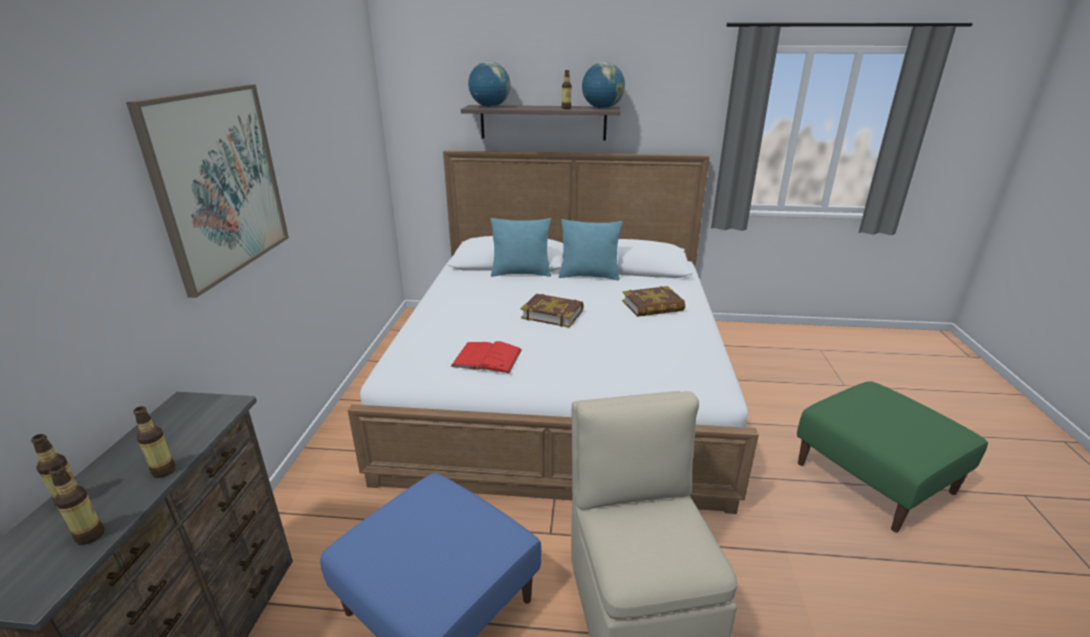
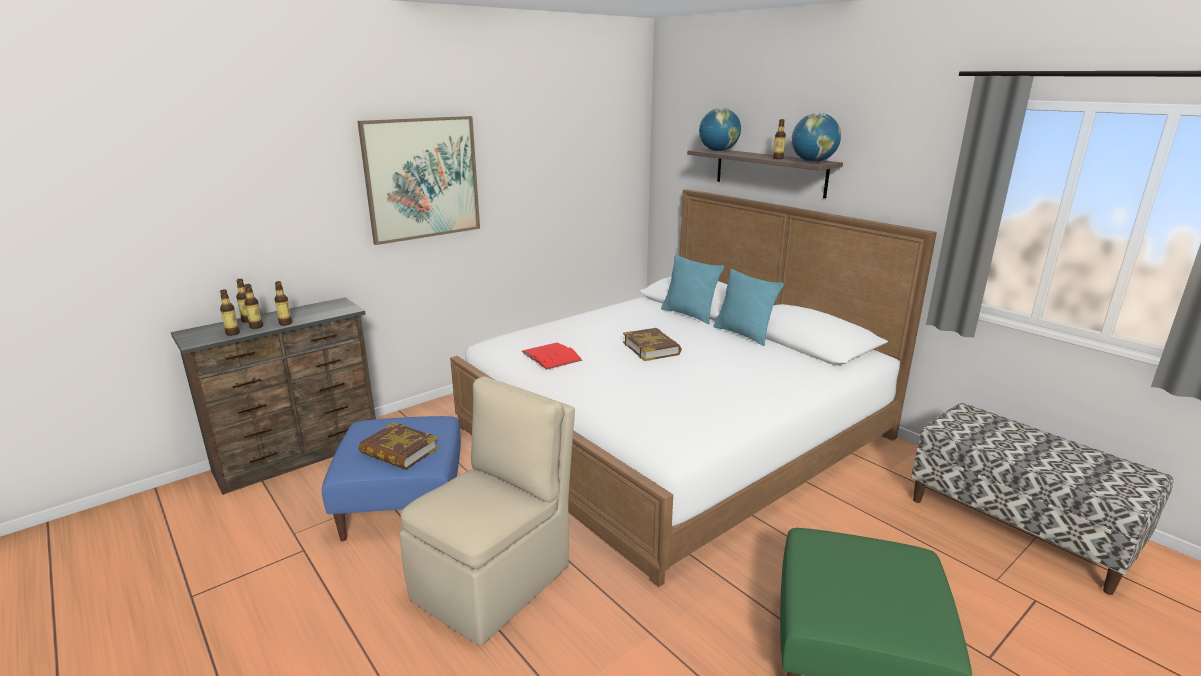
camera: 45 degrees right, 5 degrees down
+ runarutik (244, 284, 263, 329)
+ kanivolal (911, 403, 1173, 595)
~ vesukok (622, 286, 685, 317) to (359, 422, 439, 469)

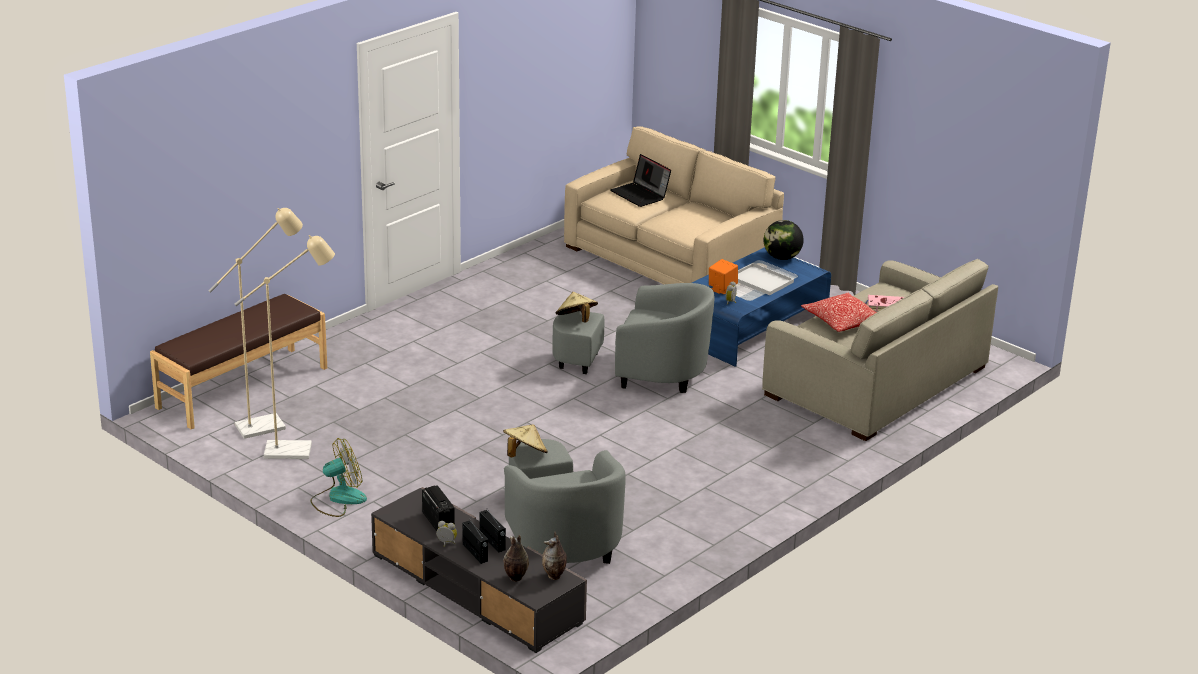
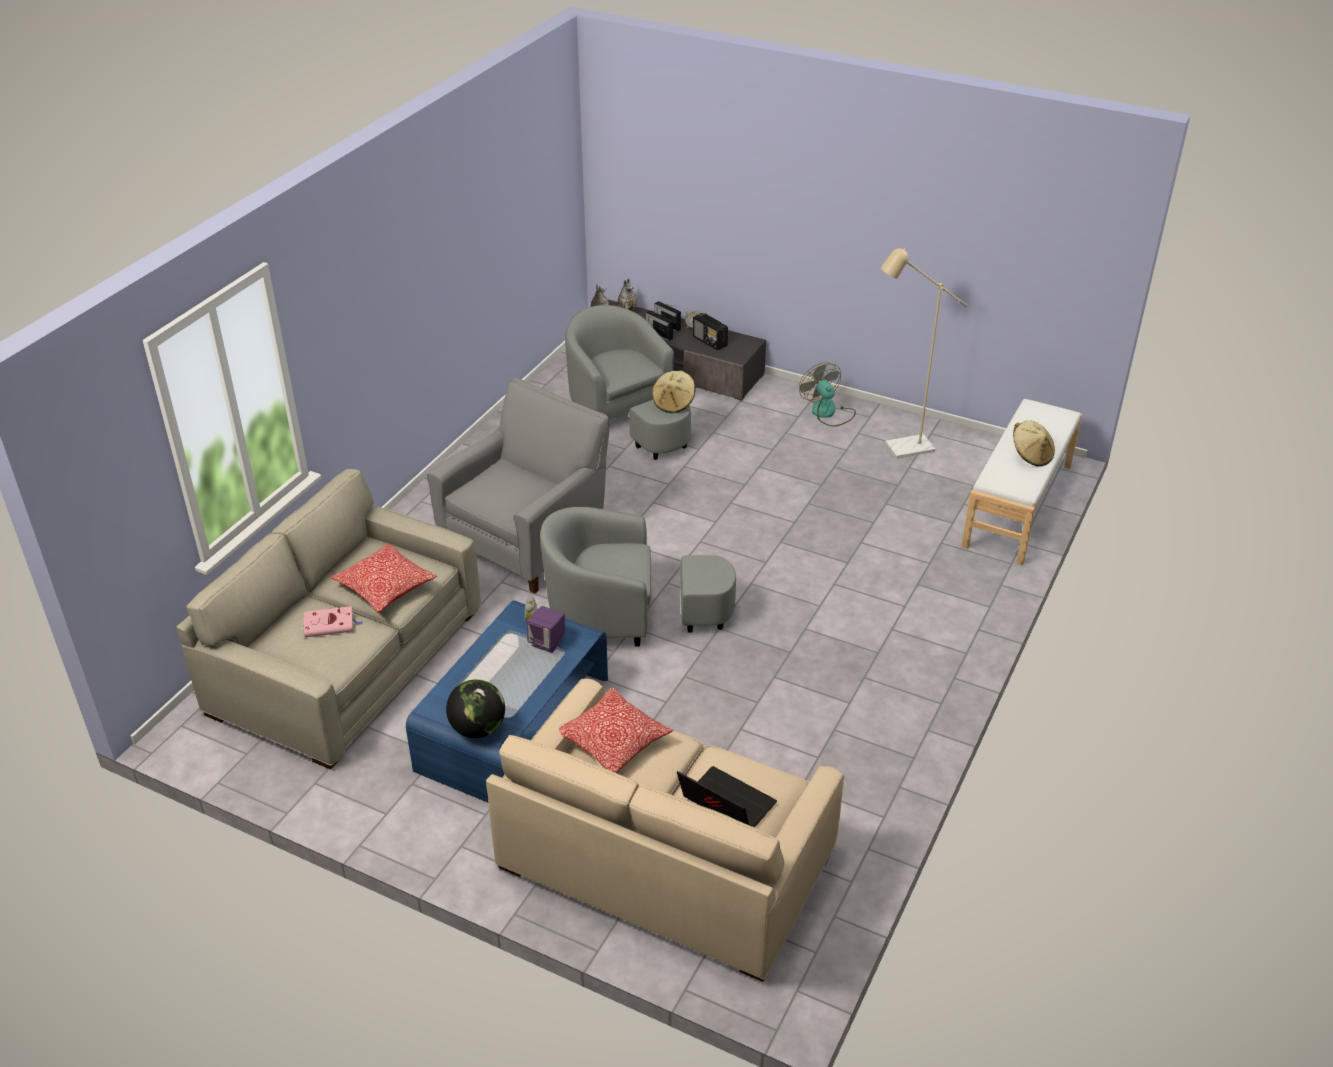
camera: 165 degrees right, 10 degrees up
- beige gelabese (208, 208, 303, 439)
- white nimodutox (738, 263, 794, 295)
+ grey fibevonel (427, 378, 609, 594)
+ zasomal (559, 688, 673, 773)
~ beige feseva (555, 292, 598, 322) to (1013, 420, 1055, 467)
~ brown kanivolal (150, 294, 327, 429) to white kanivolal (961, 399, 1082, 565)
~ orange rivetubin (709, 259, 738, 294) to purple rivetubin (527, 606, 565, 653)
~ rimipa (310, 438, 367, 517) = (799, 362, 856, 427) 105 degrees clockwise

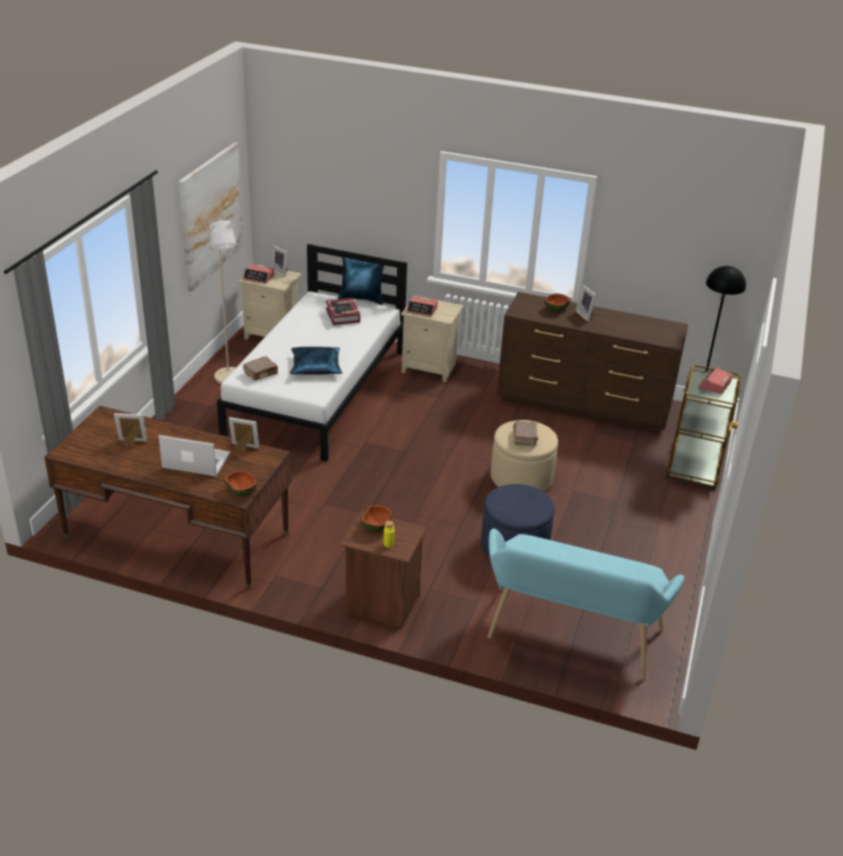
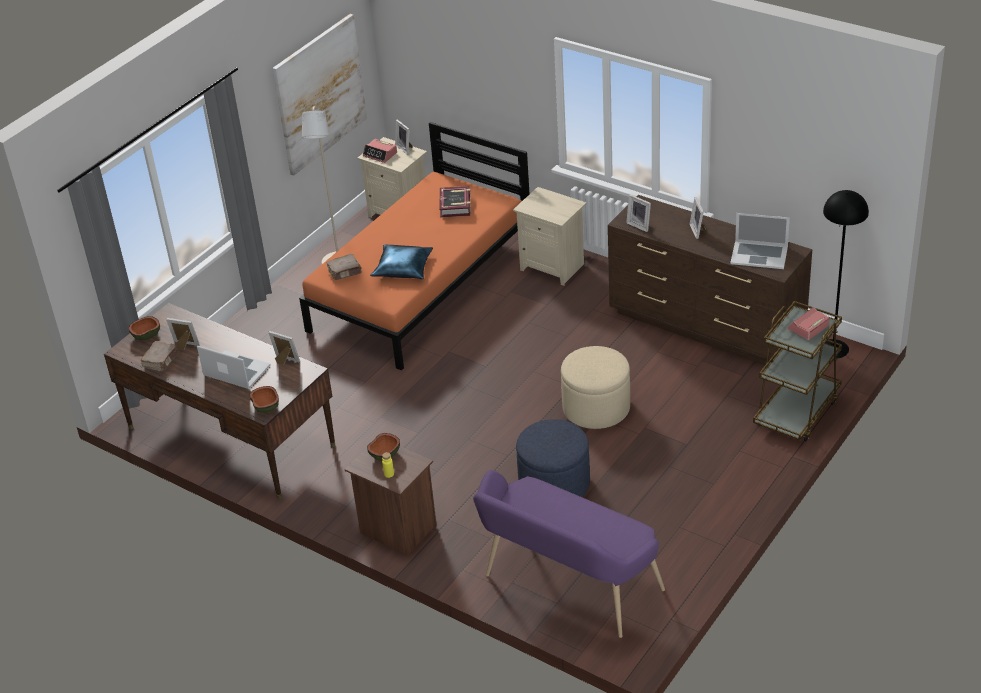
camera: 20 degrees right, 5 degrees up
- blue zasomal (338, 257, 384, 305)
- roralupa (407, 296, 438, 317)
+ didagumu (626, 194, 651, 232)
+ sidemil (730, 213, 790, 269)
~ brown vesukok (513, 421, 538, 446) to (141, 341, 178, 371)
~ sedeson (544, 293, 571, 312) to (128, 316, 160, 341)
~ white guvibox (217, 244, 407, 462) to orange guvibox (299, 122, 529, 371)
~ turquoise kanivolal (488, 529, 685, 680) to purple kanivolal (473, 470, 665, 638)

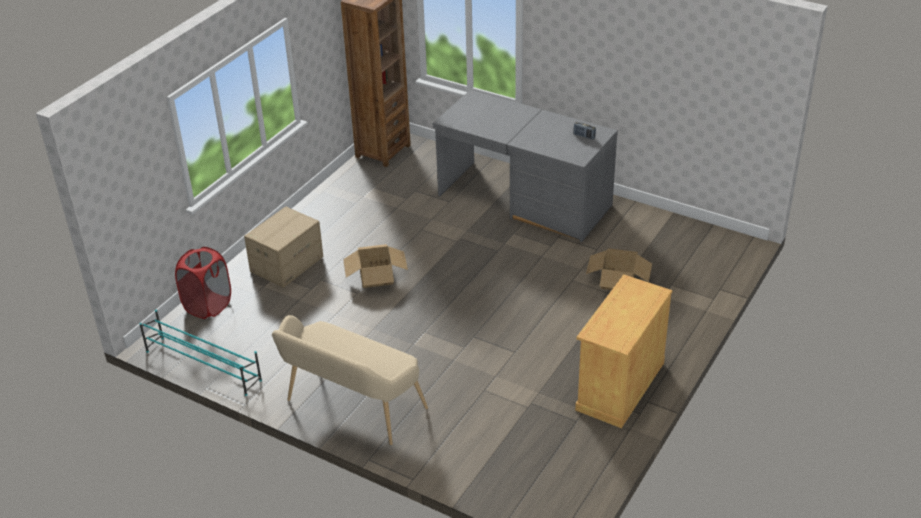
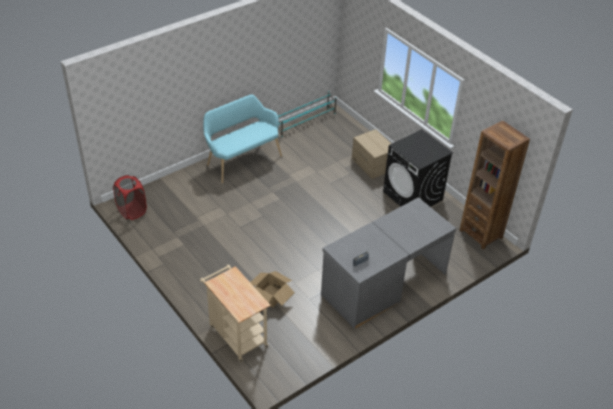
camera: 110 degrees right, 5 degrees up
- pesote (343, 244, 408, 288)
- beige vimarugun (575, 275, 672, 428)
+ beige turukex (200, 265, 271, 362)
+ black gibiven (383, 129, 453, 207)
~ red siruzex (175, 247, 231, 319) to (113, 175, 147, 220)
~ beige kanivolal (272, 315, 428, 445) to turquoise kanivolal (203, 95, 282, 183)

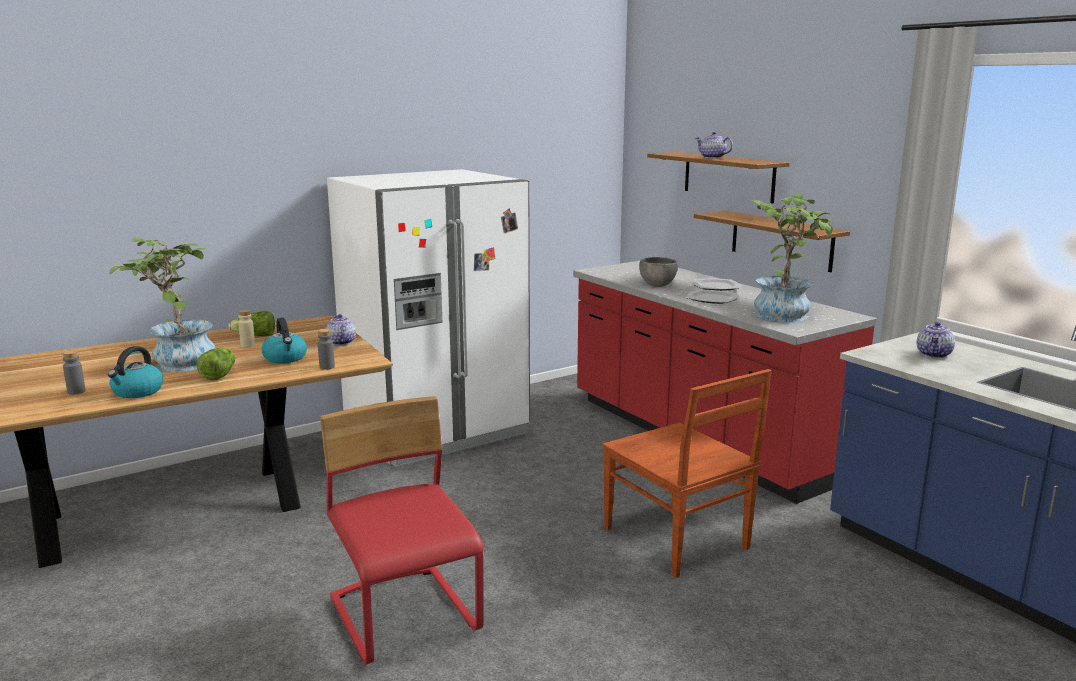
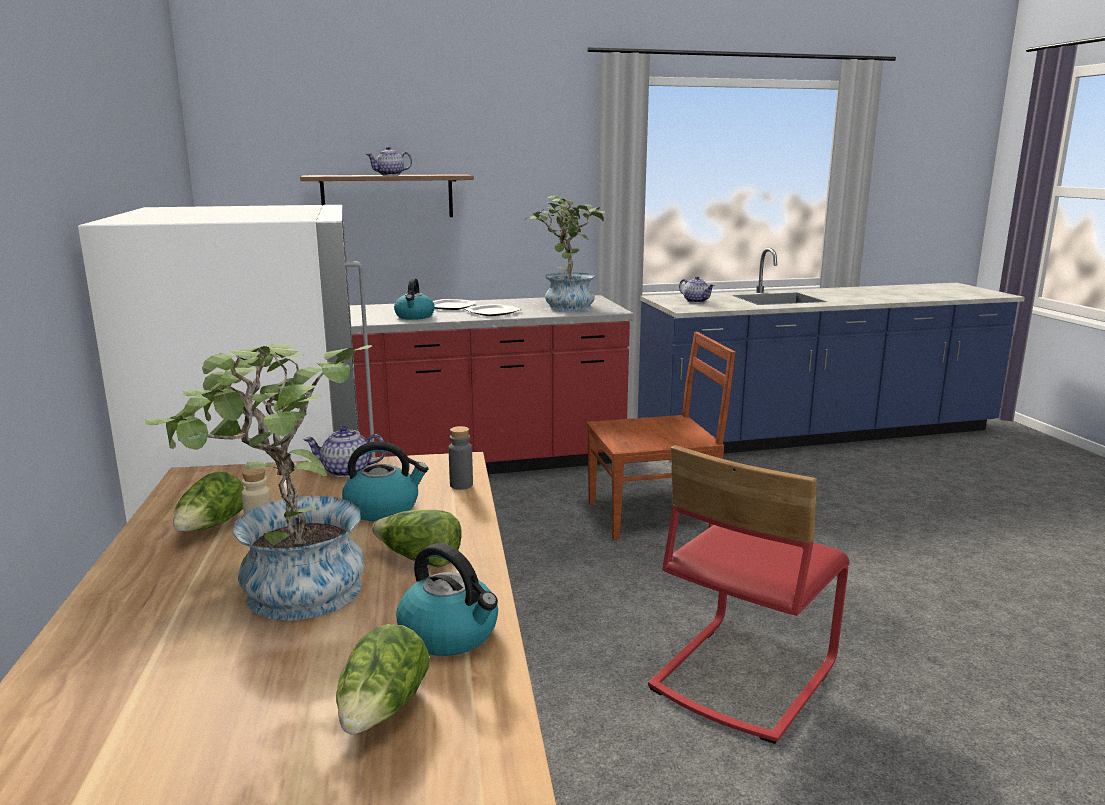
camera: 70 degrees left, 0 degrees up
- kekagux (694, 211, 850, 272)
~ grey runarutik (62, 350, 86, 395) to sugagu (336, 624, 429, 734)
~ grey sedeson (639, 257, 678, 287) to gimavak (394, 278, 435, 320)
~ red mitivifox (320, 396, 484, 665) = (648, 445, 850, 744) 45 degrees counterclockwise

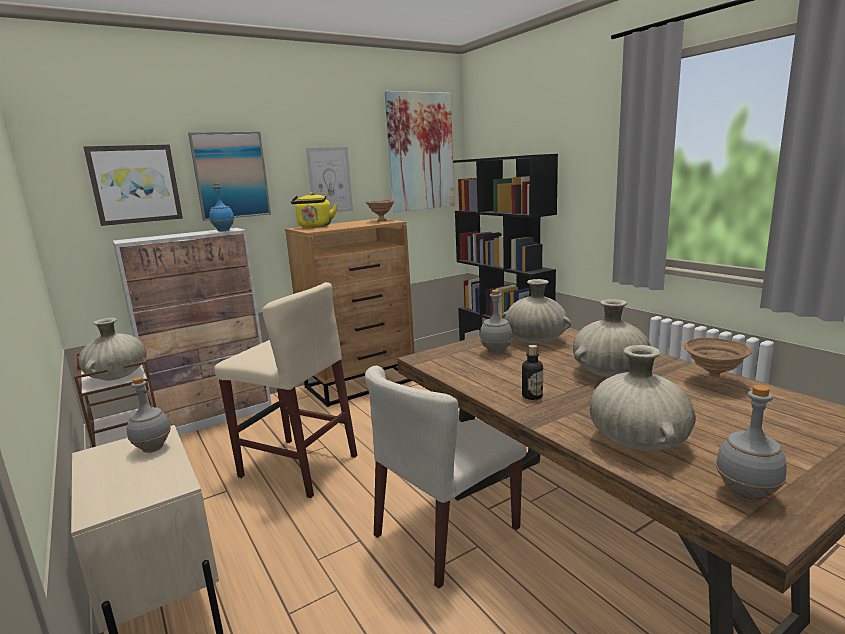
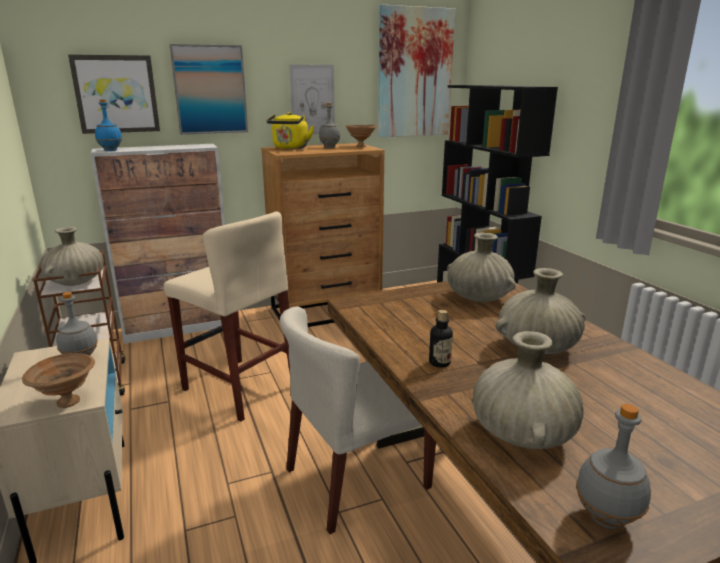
camera: 10 degrees right, 5 degrees up
~ blue runarutik (209, 183, 234, 231) to (95, 99, 122, 151)
~ grey runarutik (480, 290, 513, 355) to (319, 103, 340, 148)
~ brown sedeson (684, 338, 752, 386) to (22, 353, 95, 408)

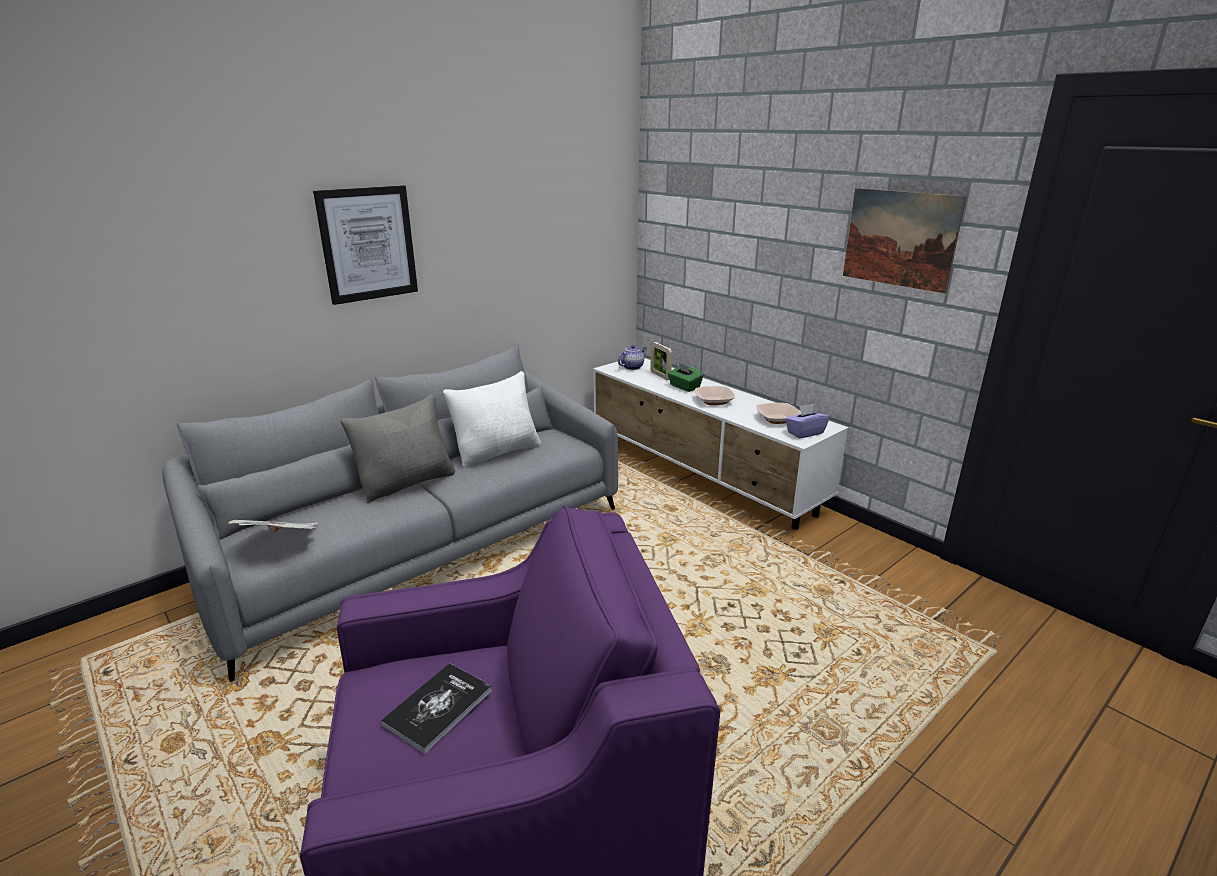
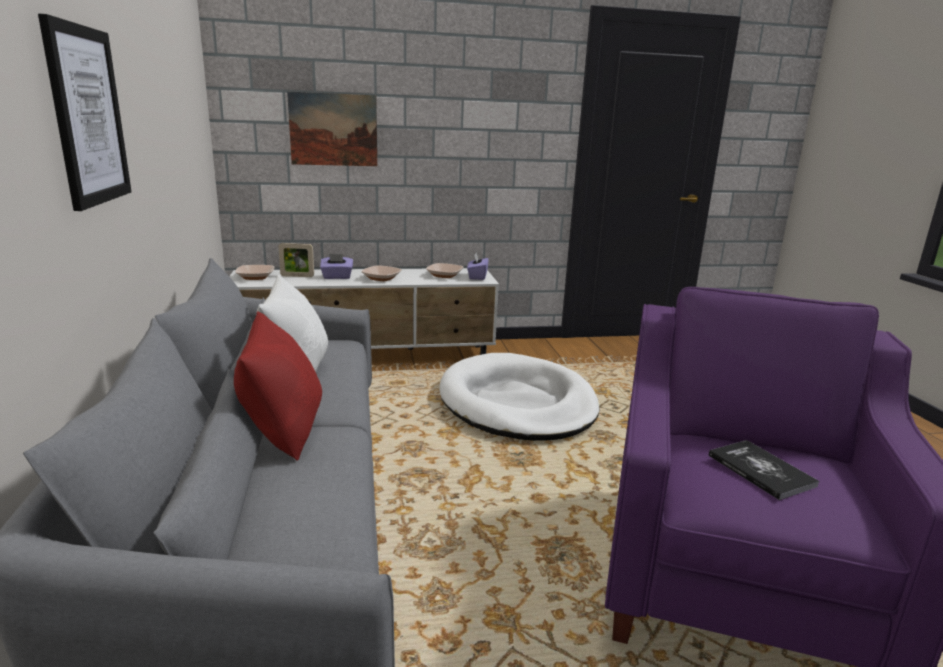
camera: 60 degrees left, 5 degrees down
- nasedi (228, 520, 318, 532)
+ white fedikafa (439, 353, 600, 441)
~ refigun (843, 188, 966, 293) to (287, 92, 377, 166)
~ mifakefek (618, 345, 647, 370) to sedeson (235, 265, 274, 280)
~ grey zasomal (340, 394, 455, 503) to red zasomal (234, 311, 322, 461)
~ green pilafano (668, 363, 704, 392) to purple pilafano (320, 254, 353, 279)

